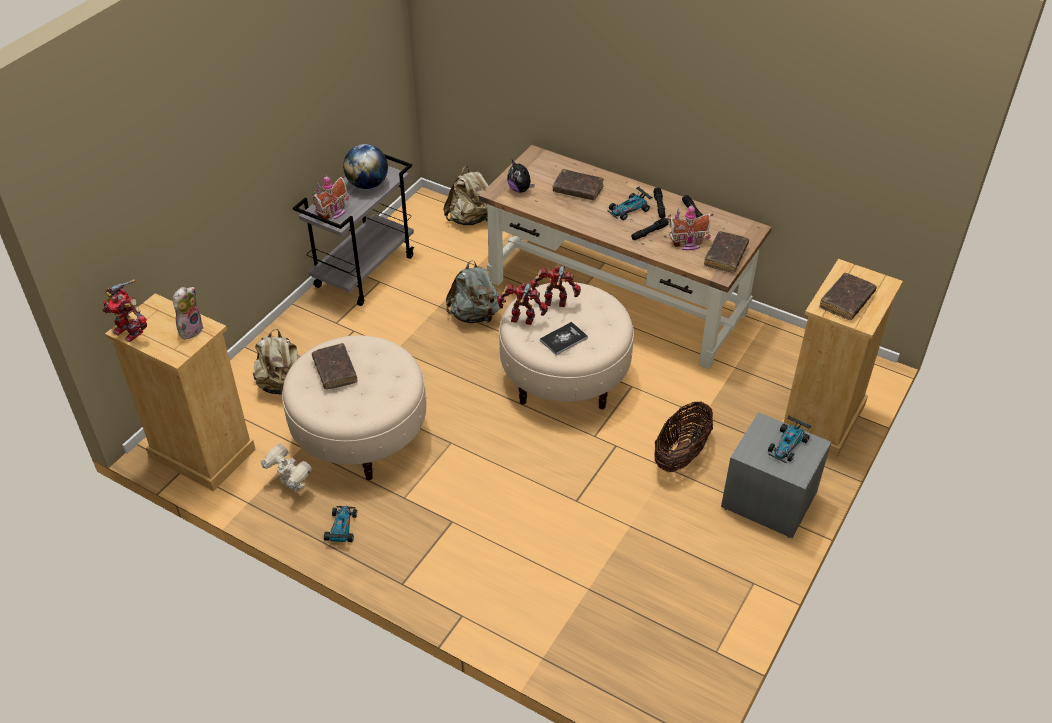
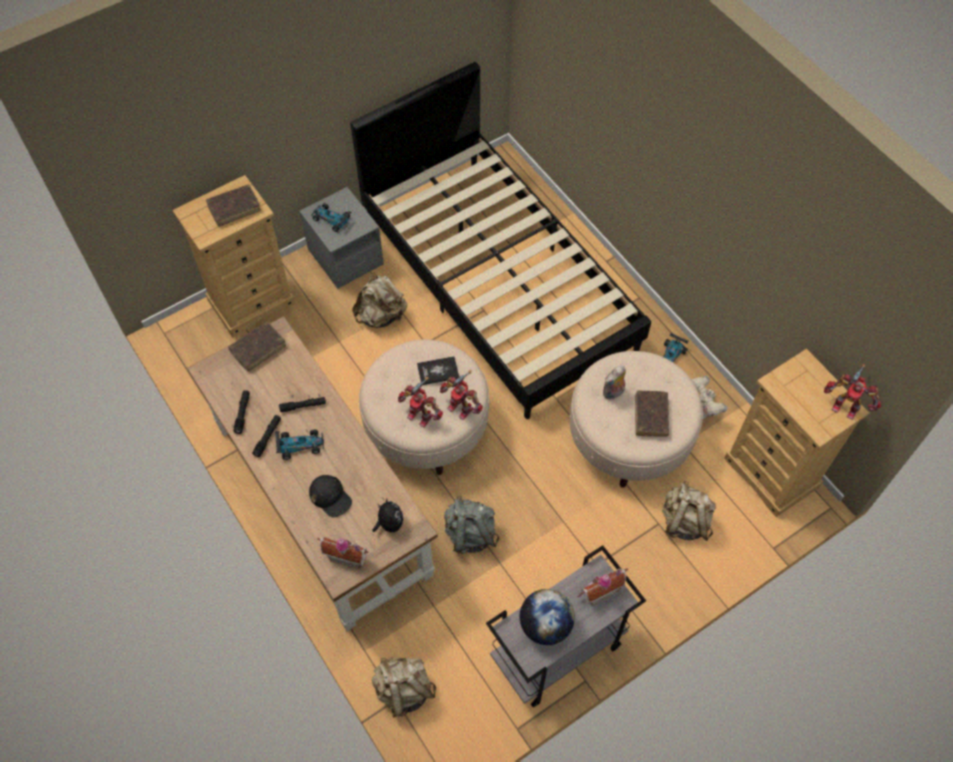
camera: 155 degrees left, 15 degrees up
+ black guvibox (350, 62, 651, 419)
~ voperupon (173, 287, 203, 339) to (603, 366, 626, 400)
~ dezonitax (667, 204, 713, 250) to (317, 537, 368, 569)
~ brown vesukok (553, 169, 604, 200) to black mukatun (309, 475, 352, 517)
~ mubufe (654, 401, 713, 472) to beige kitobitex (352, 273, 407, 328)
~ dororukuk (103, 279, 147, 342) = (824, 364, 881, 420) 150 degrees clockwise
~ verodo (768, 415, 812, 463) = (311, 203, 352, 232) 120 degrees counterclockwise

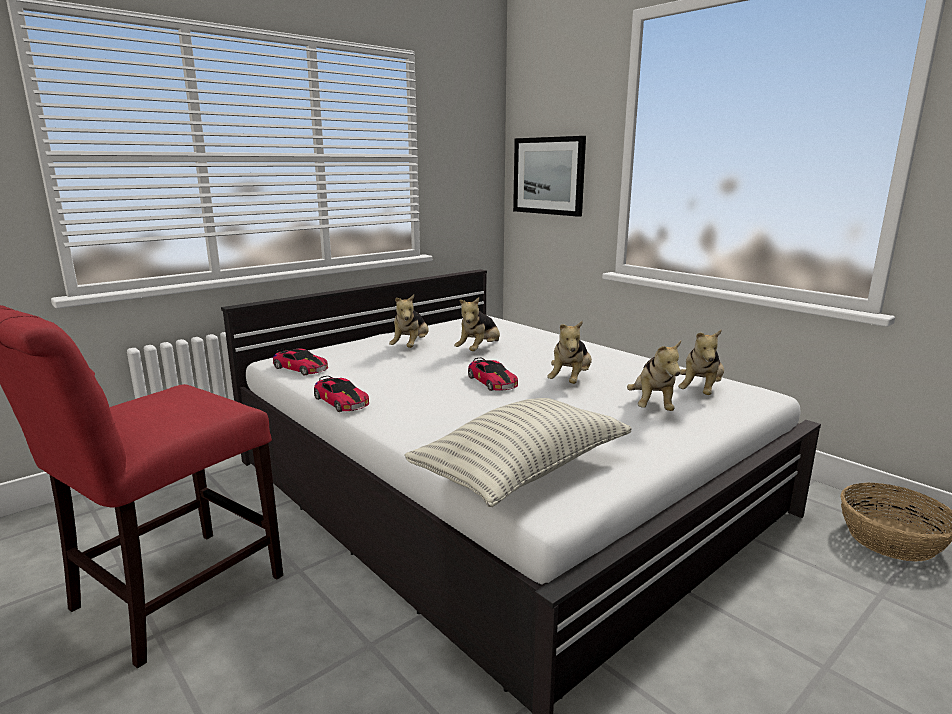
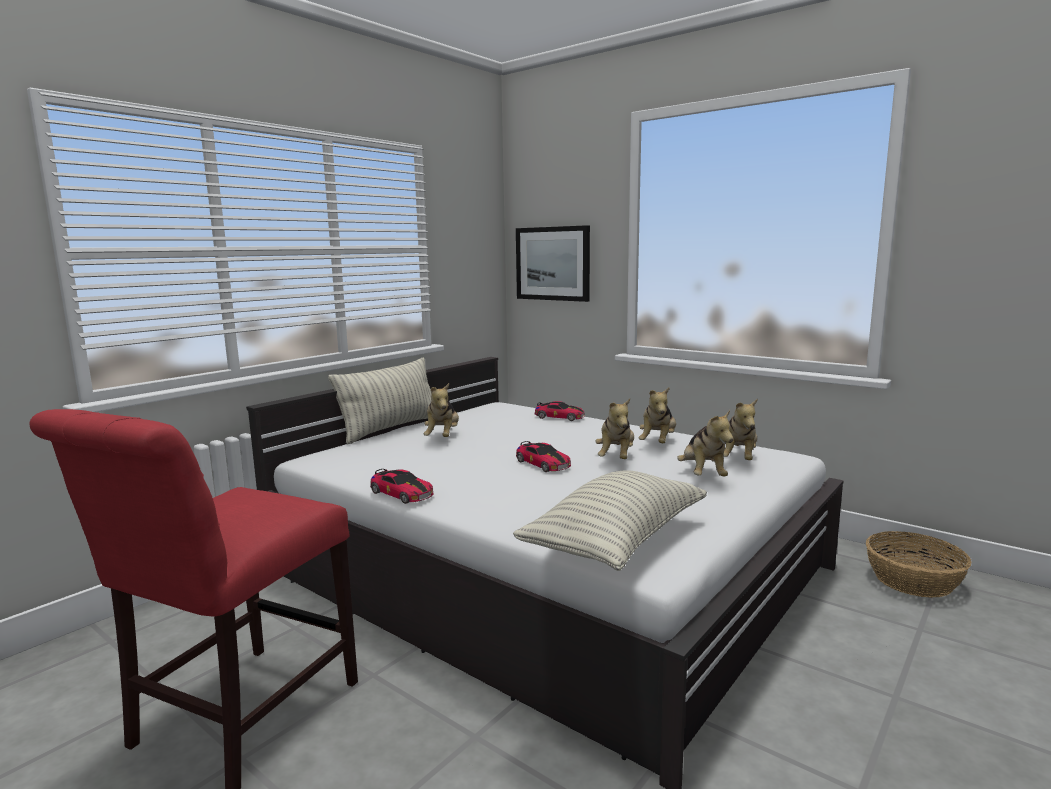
camera: 10 degrees left, 5 degrees down
+ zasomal (328, 357, 431, 445)
~ verodo (273, 349, 328, 376) to (535, 401, 585, 421)
~ voperupon (454, 298, 500, 351) to (639, 387, 676, 443)

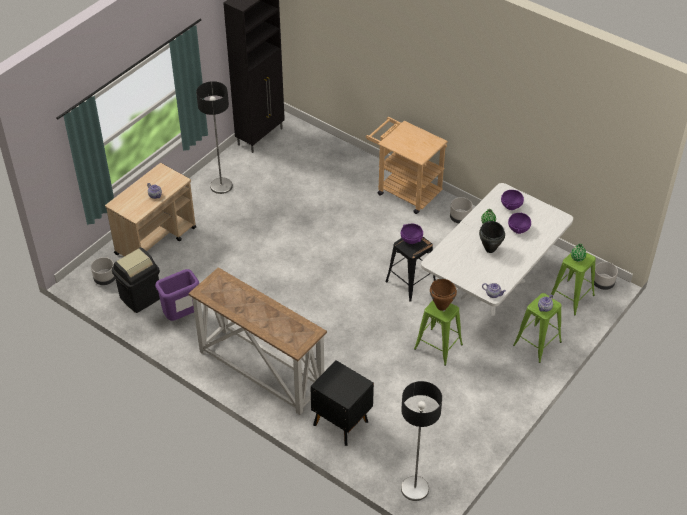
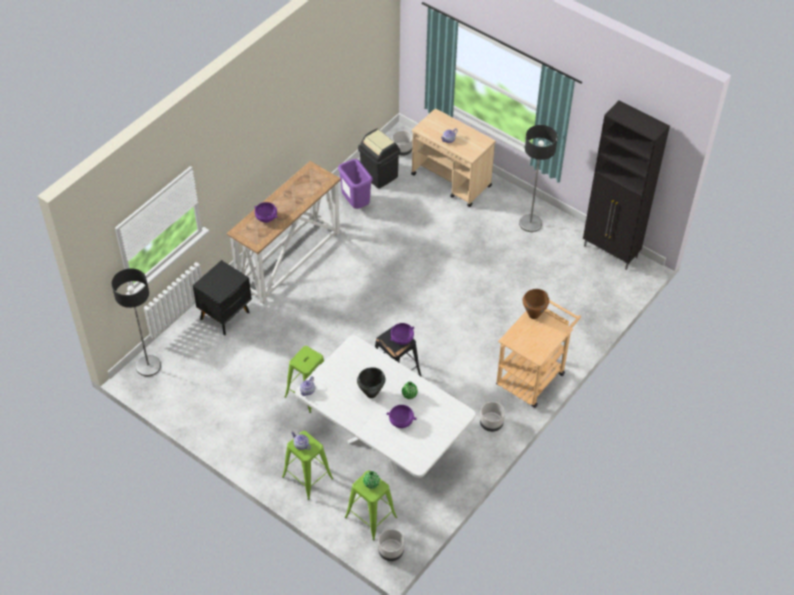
camera: 90 degrees right, 5 degrees up
~ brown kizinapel (430, 279, 457, 311) to (523, 289, 549, 319)
~ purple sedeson (501, 190, 524, 210) to (254, 202, 278, 223)

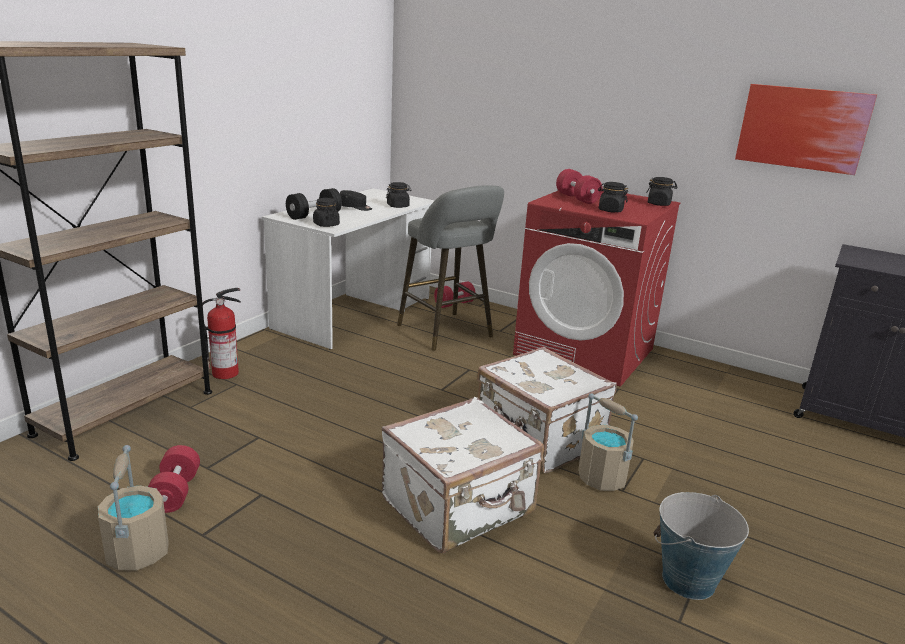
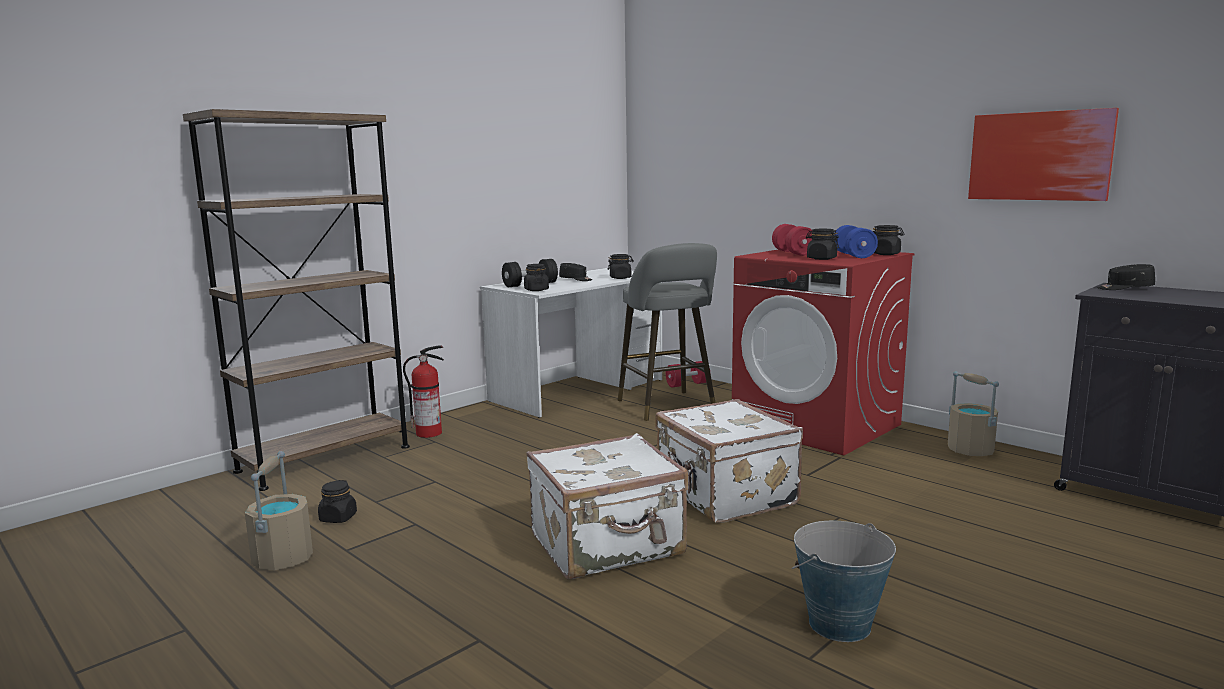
camera: 15 degrees right, 10 degrees down
+ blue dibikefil (834, 225, 878, 258)
+ black mukatun (1097, 264, 1155, 290)
~ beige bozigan (578, 393, 638, 491) to (948, 371, 999, 456)
~ red dibikefil (148, 445, 200, 513) to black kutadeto (318, 480, 357, 523)

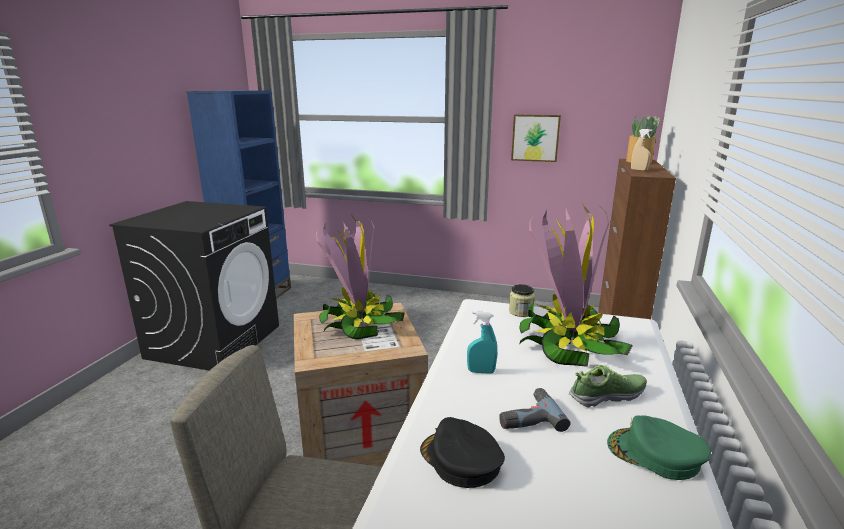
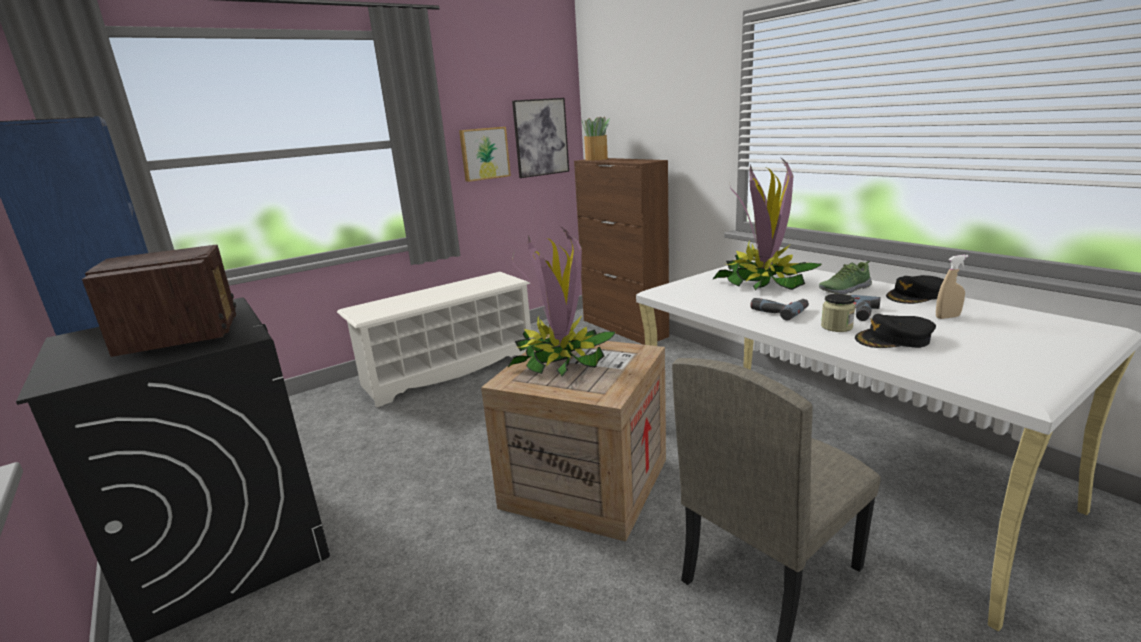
camera: 50 degrees left, 0 degrees up
+ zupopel (82, 244, 236, 357)
+ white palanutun (337, 272, 532, 408)
+ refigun (512, 98, 569, 178)
~ kutadeto (509, 284, 535, 317) to (821, 294, 856, 332)
~ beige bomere (631, 129, 652, 171) to (936, 255, 969, 319)
~ turquoise bomere (467, 311, 497, 374) to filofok (750, 298, 809, 320)
~ green mukatun (607, 415, 711, 480) to black mukatun (886, 275, 944, 304)
~ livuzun (569, 365, 647, 407) = (819, 261, 872, 295) 135 degrees counterclockwise

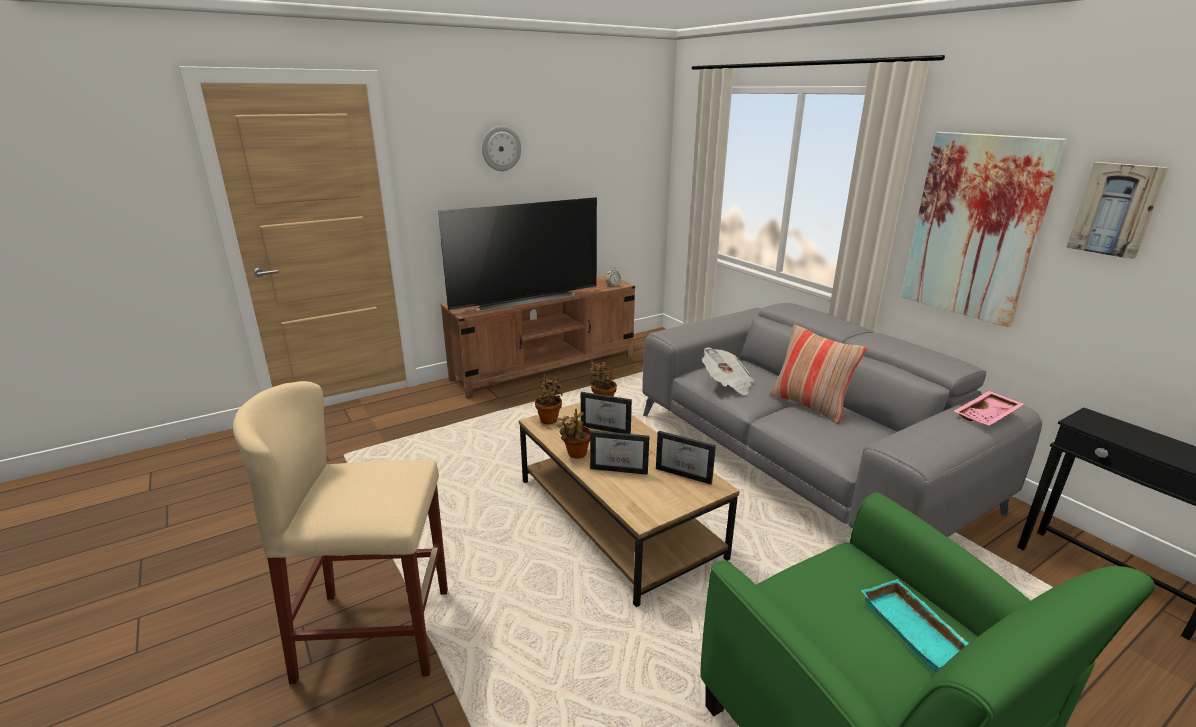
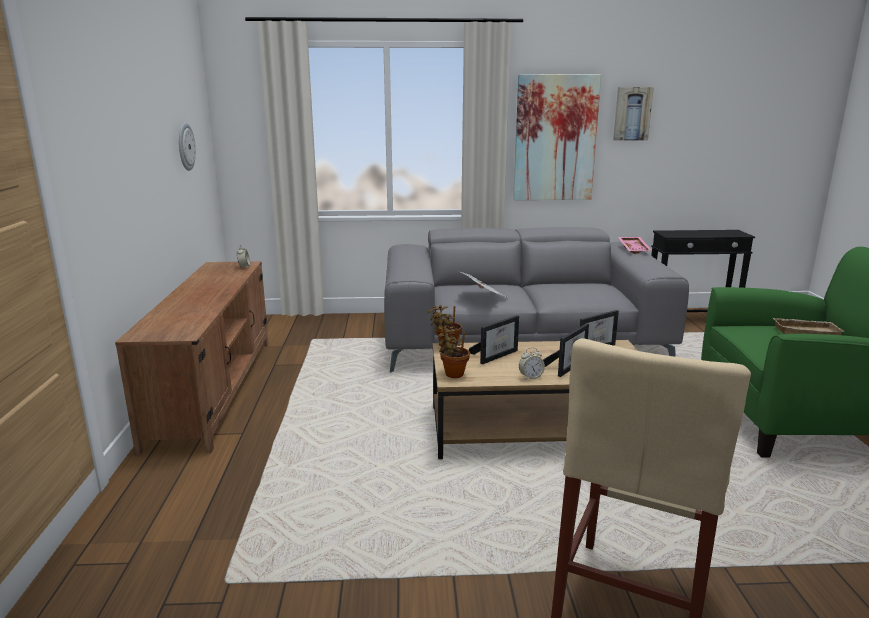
camera: 60 degrees left, 5 degrees down
- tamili (438, 197, 597, 311)
- zasomal (770, 325, 867, 424)
~ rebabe (482, 126, 521, 171) to (179, 123, 196, 171)
~ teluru (557, 409, 591, 458) to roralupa (519, 347, 545, 380)
~ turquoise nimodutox (861, 579, 969, 673) to beige nimodutox (773, 318, 845, 335)

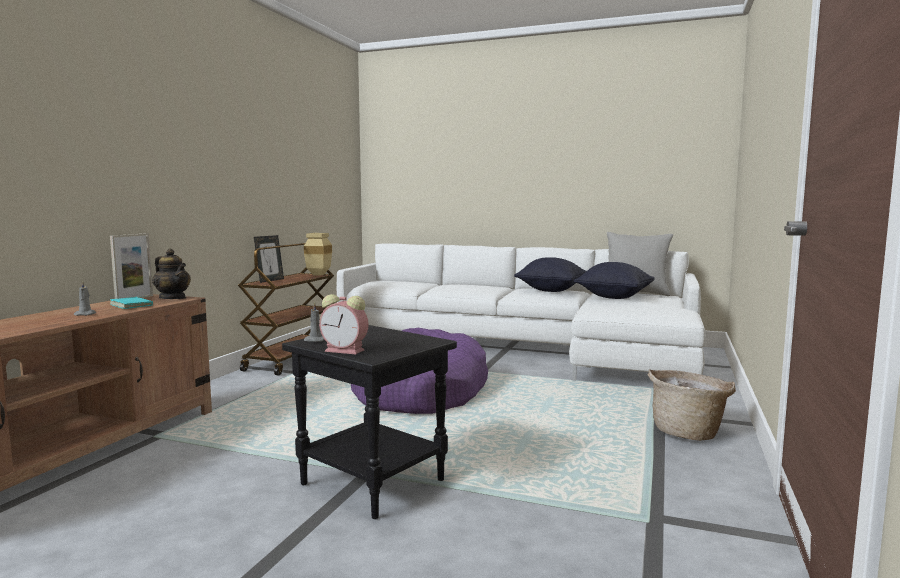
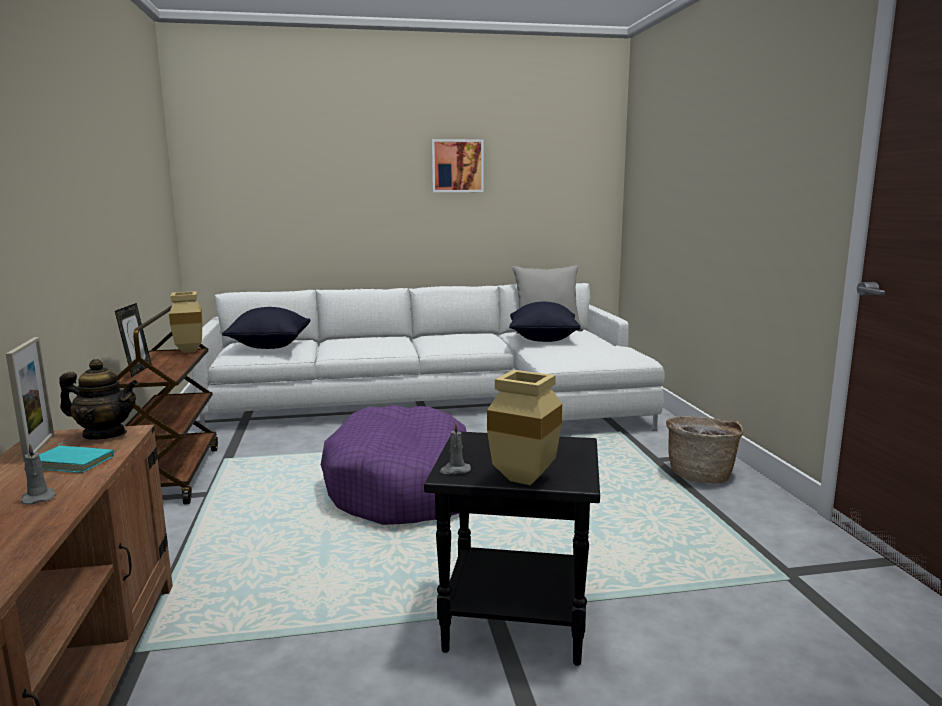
camera: 30 degrees left, 5 degrees up
+ refigun (431, 139, 484, 192)
~ black zasomal (514, 257, 586, 292) to (222, 307, 310, 349)
~ roralupa (319, 294, 368, 354) to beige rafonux (487, 370, 562, 485)

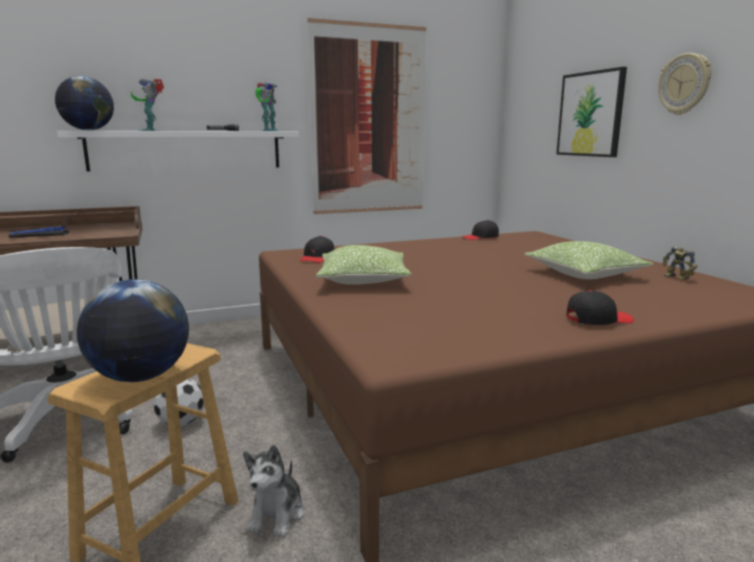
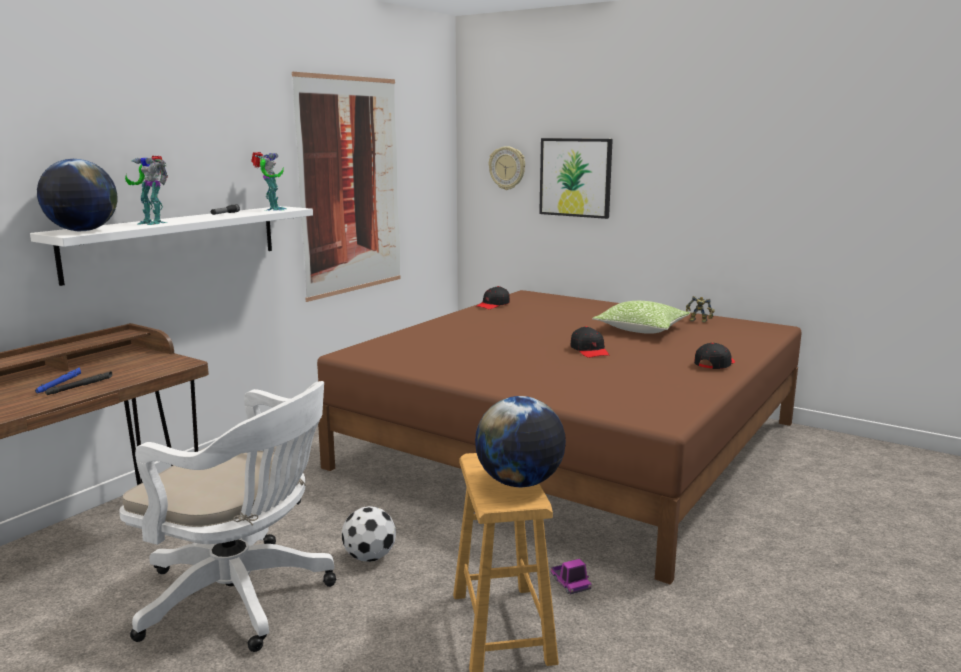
camera: 35 degrees left, 0 degrees up
- zasomal (316, 245, 412, 285)
~ black mukatun (300, 236, 334, 263) to (570, 326, 609, 358)
~ rebabe (658, 53, 711, 115) to (489, 146, 525, 190)
~ voperupon (243, 445, 304, 538) to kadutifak (551, 559, 591, 594)

